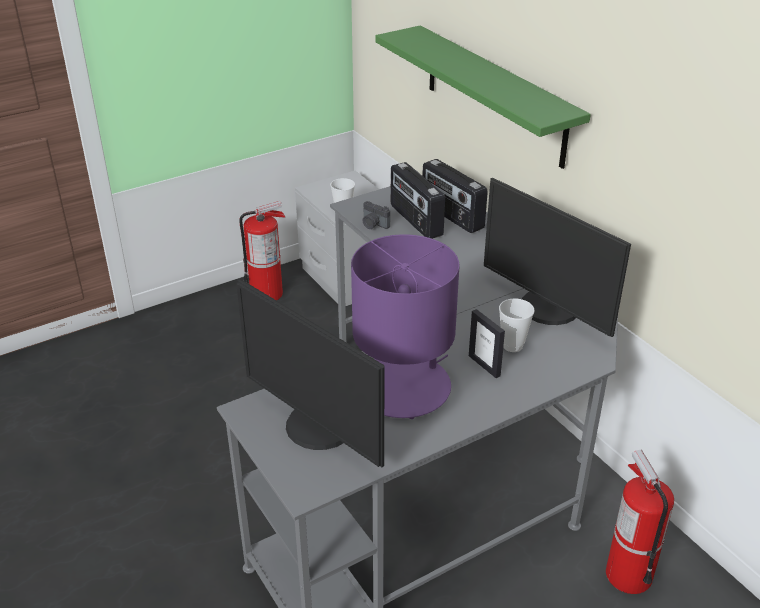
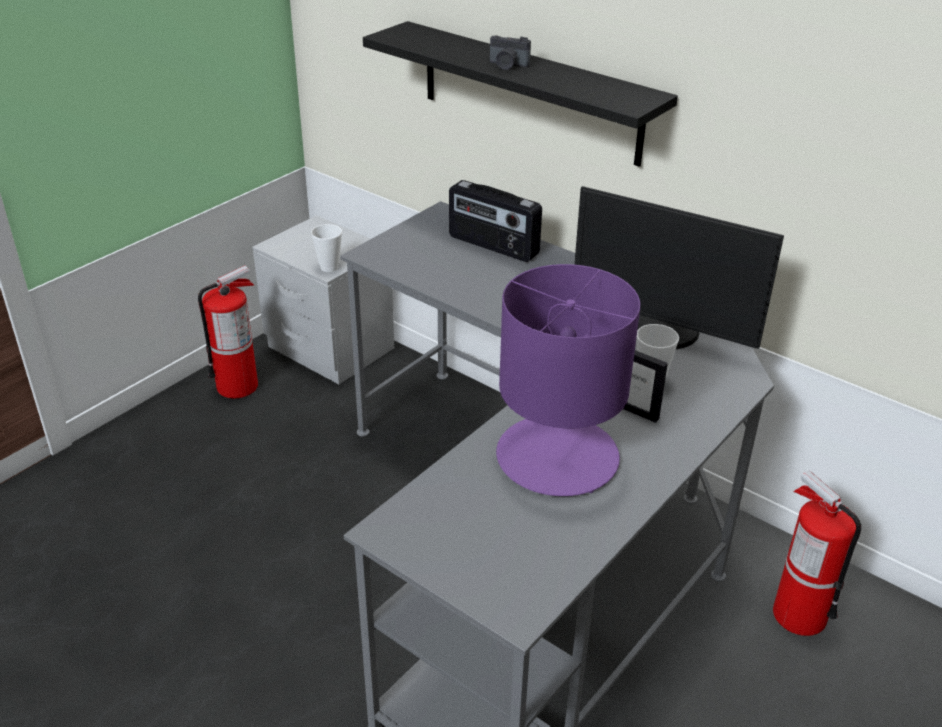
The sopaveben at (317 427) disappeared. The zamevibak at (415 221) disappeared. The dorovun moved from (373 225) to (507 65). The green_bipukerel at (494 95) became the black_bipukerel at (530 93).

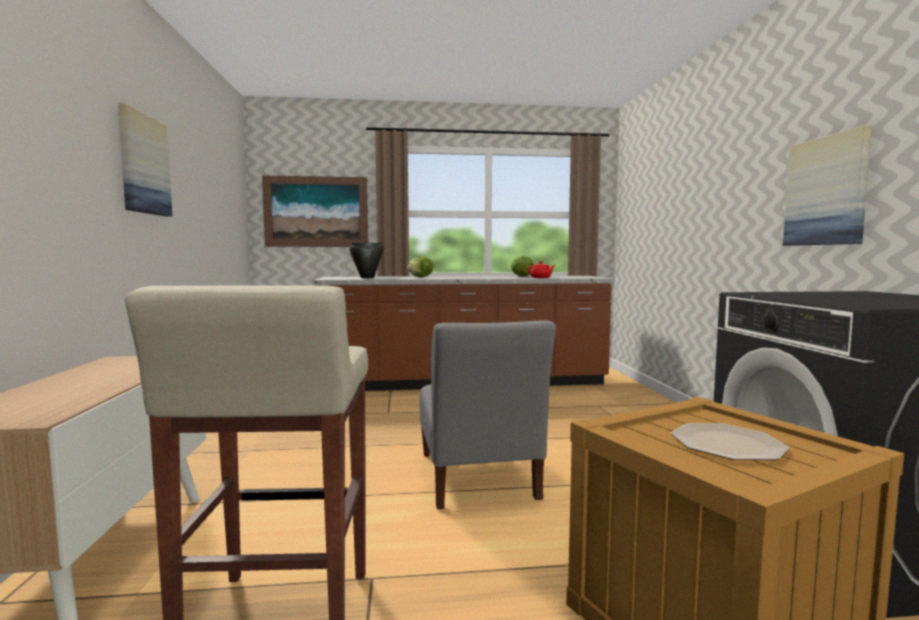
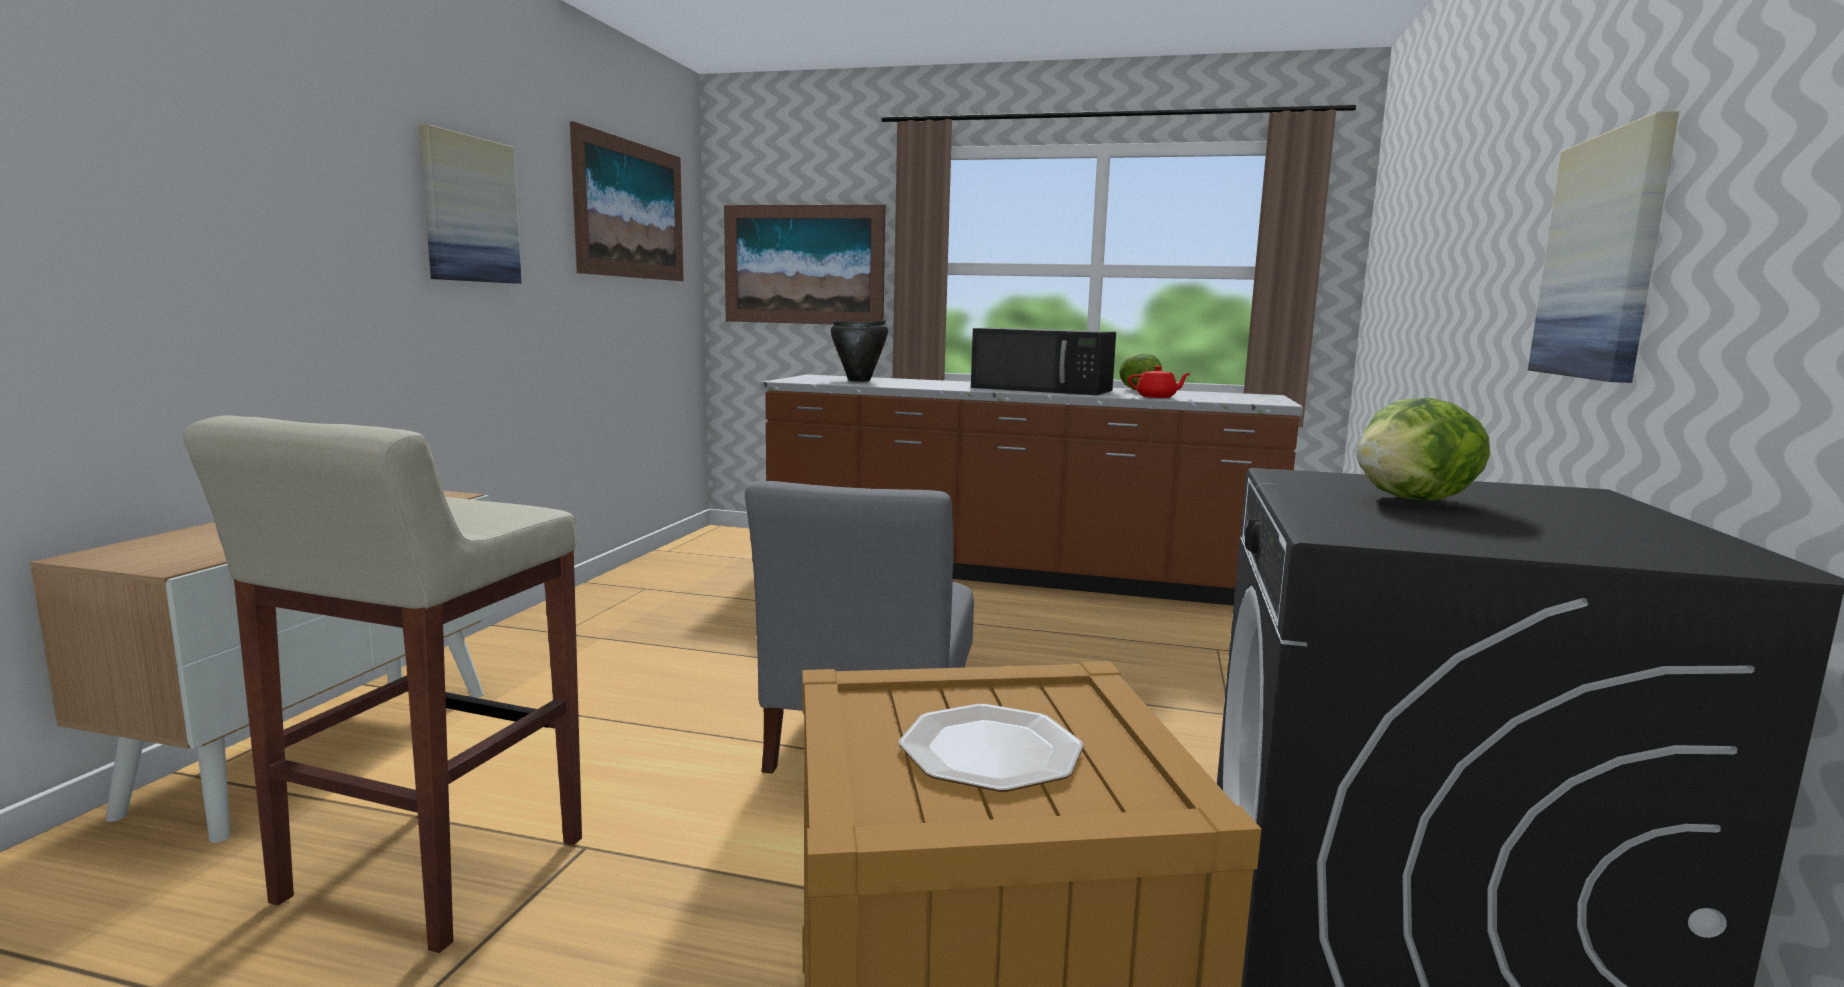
The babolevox at (631 210) appeared. The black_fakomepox at (1044 389) appeared. The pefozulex moved from (421 277) to (1415 500).

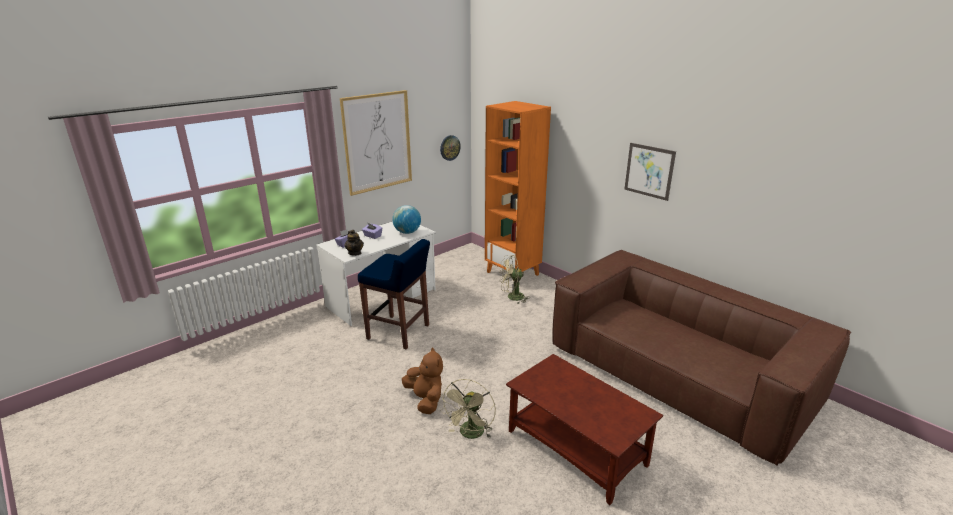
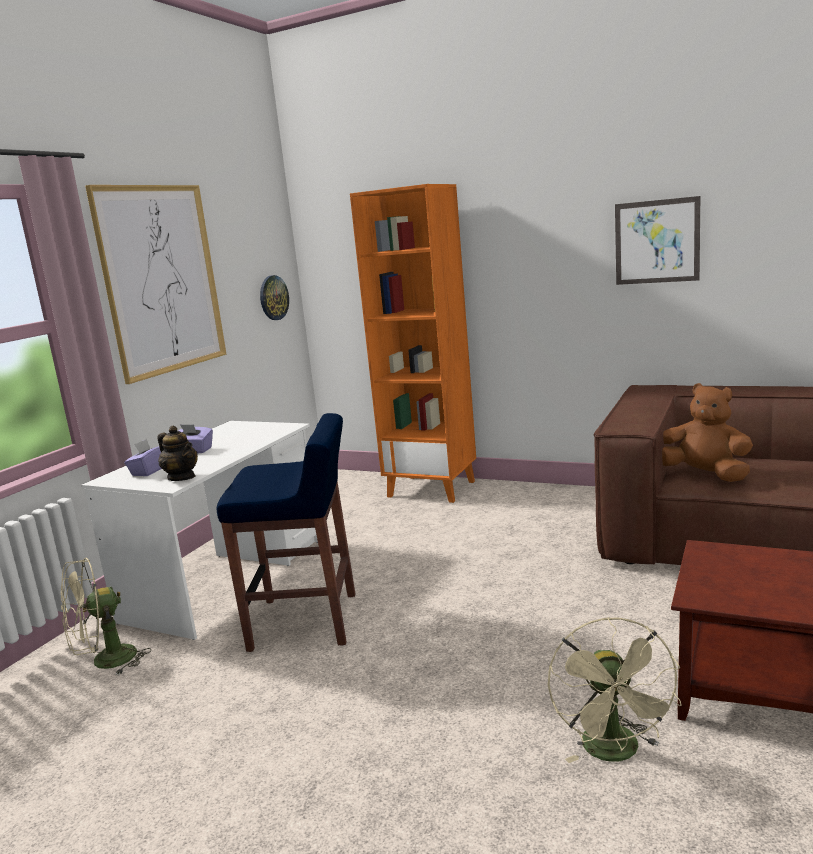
The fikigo at (407 232) disappeared. The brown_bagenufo moved from (425 400) to (704 475). The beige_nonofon moved from (512 297) to (105 662).

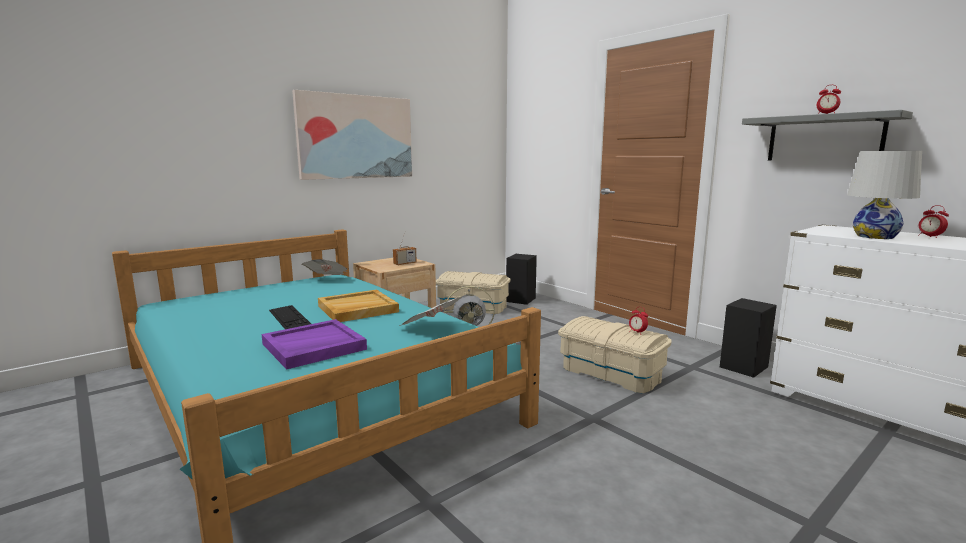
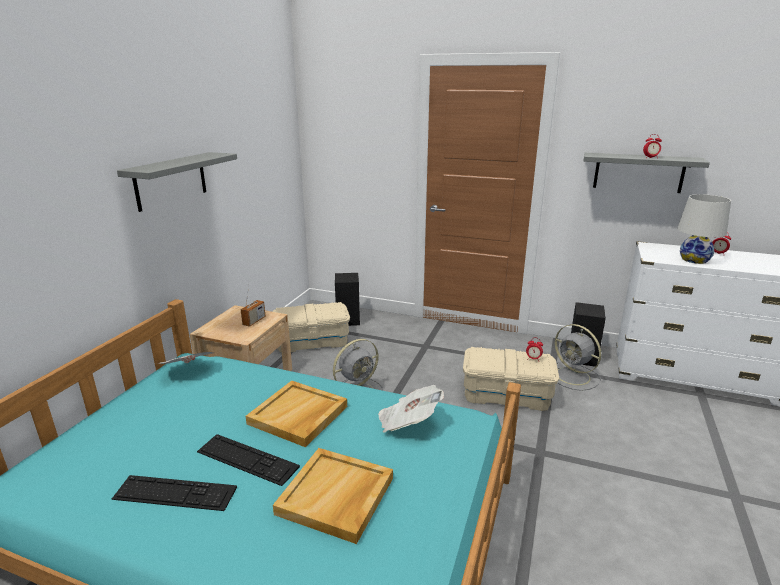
The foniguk at (175 493) appeared. The grey_nonofon at (574 377) appeared. The babolevox at (356 137) was replaced by the grey_bipukerel at (171 180). The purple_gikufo at (313 347) became the beige_gikufo at (336 496).

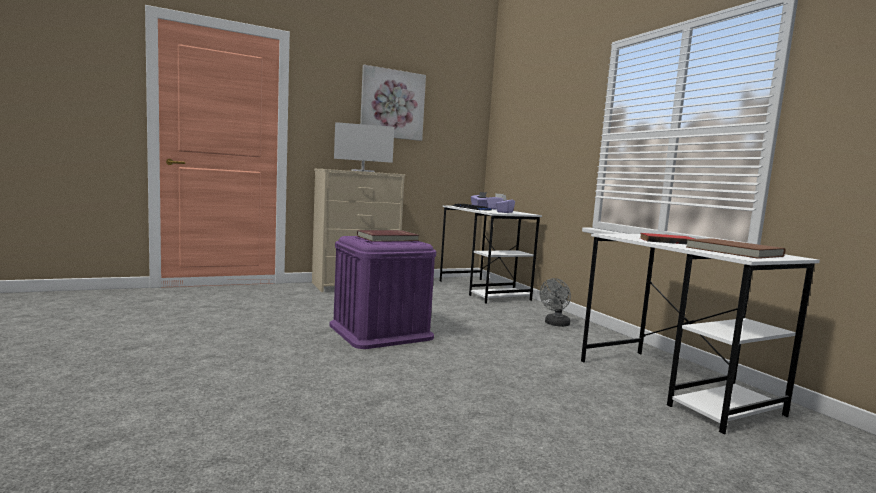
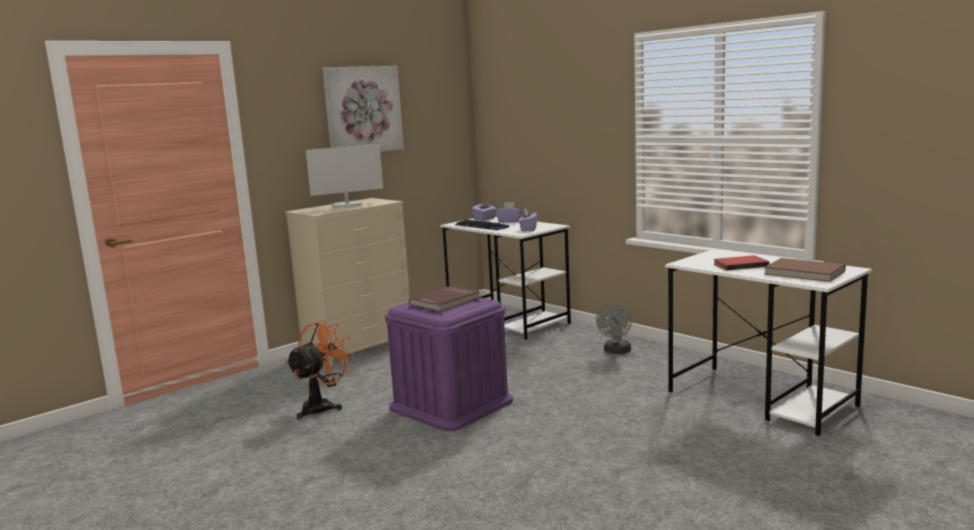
The orange_nonofon at (322 406) appeared.

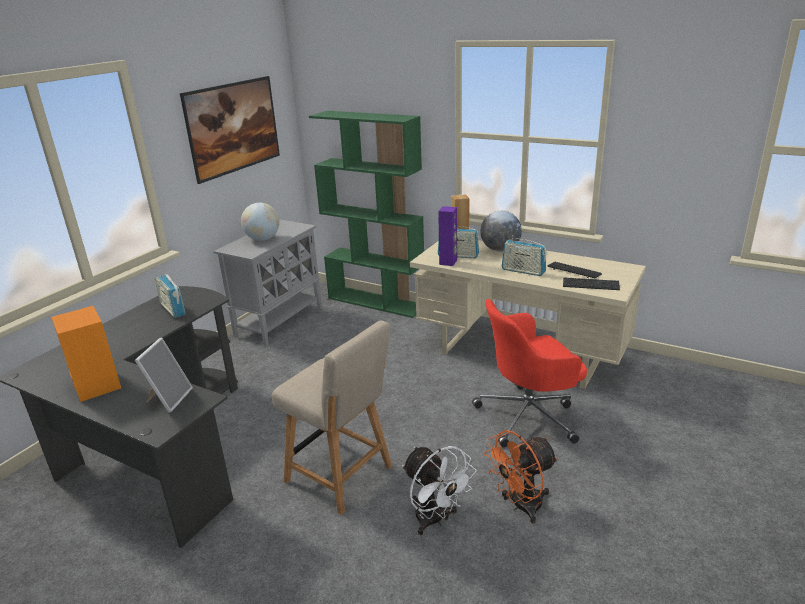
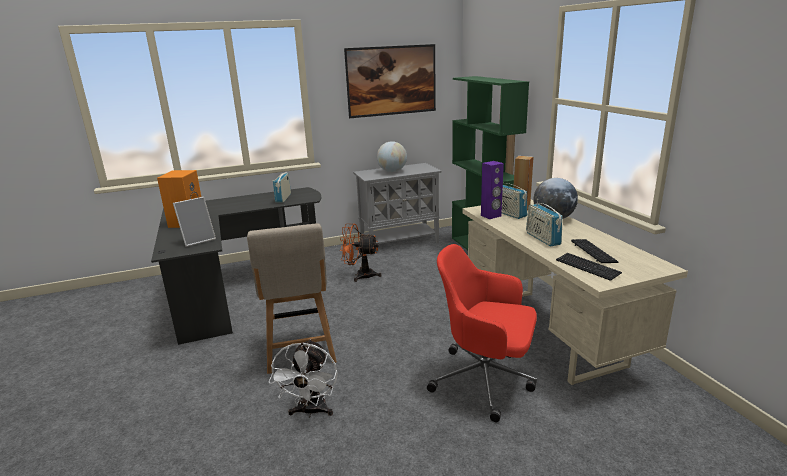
The orange_nonofon moved from (520 506) to (360 275).

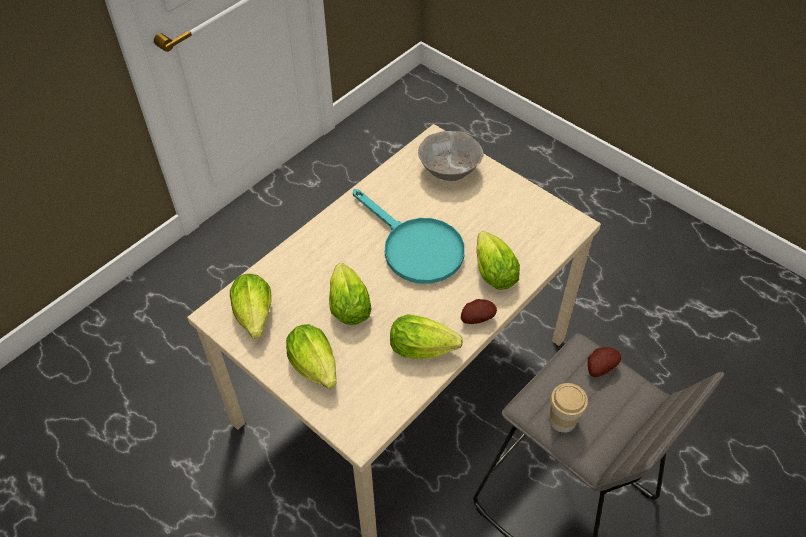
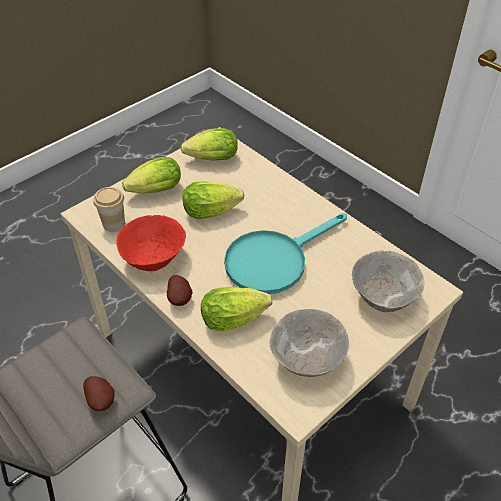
The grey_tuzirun at (306 359) appeared. The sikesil moved from (562 420) to (114 224). The pefozulex at (426 349) was replaced by the red_tuzirun at (154 258).

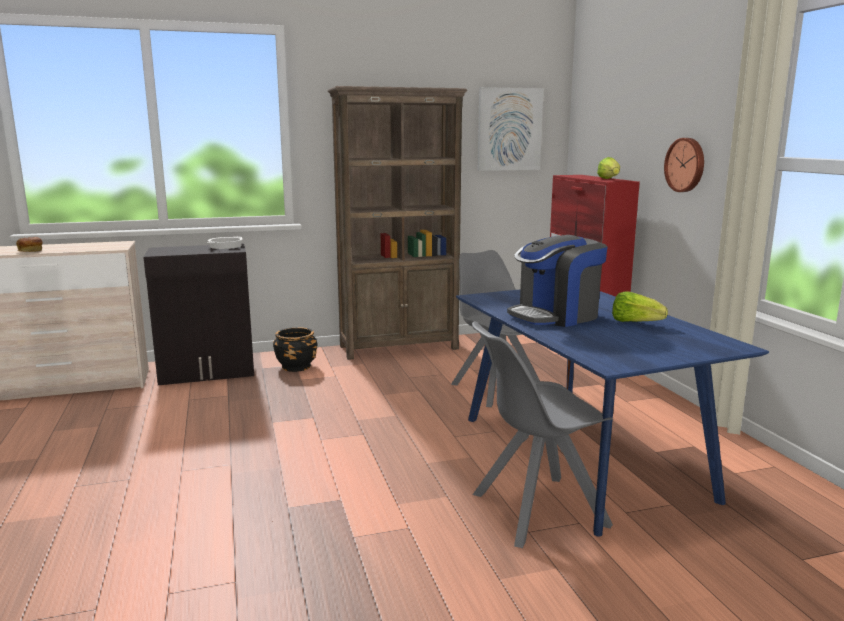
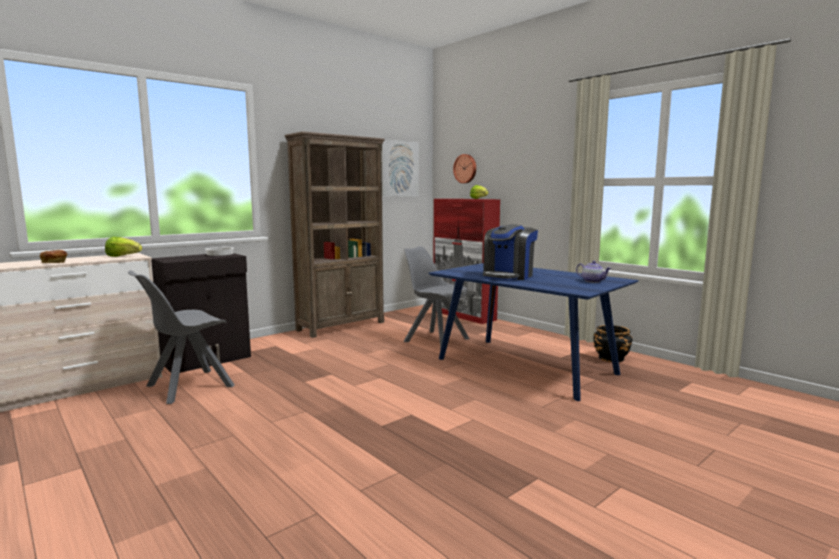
The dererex at (593 281) appeared. The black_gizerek moved from (296 366) to (611 358). The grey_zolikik moved from (535 510) to (187 387). The pefozulex moved from (635 322) to (123 256). The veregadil moved from (686 165) to (465 168).

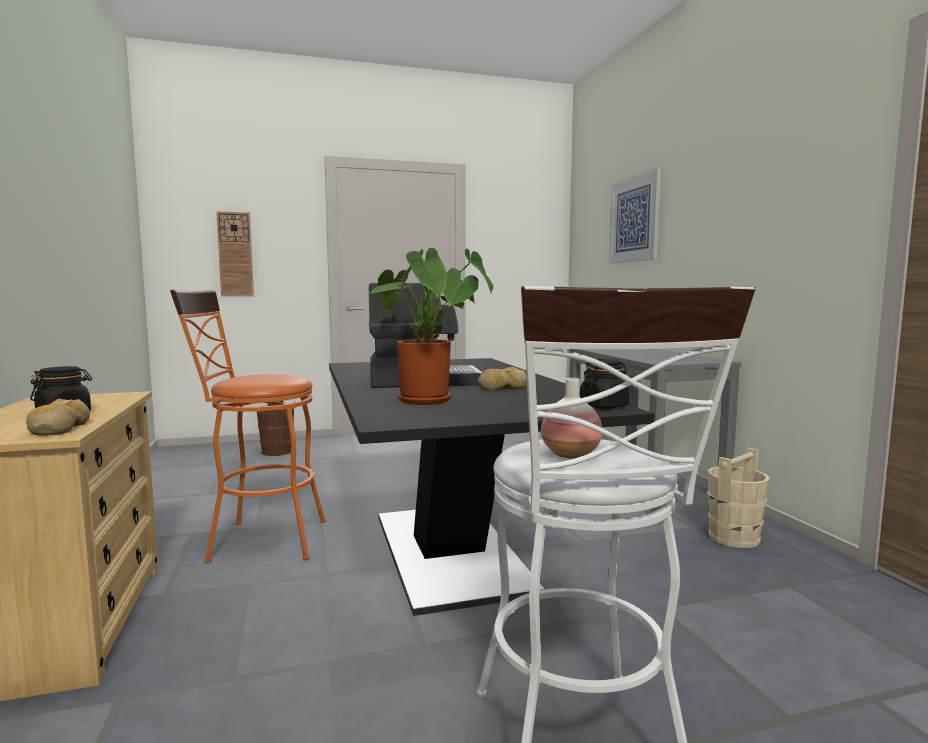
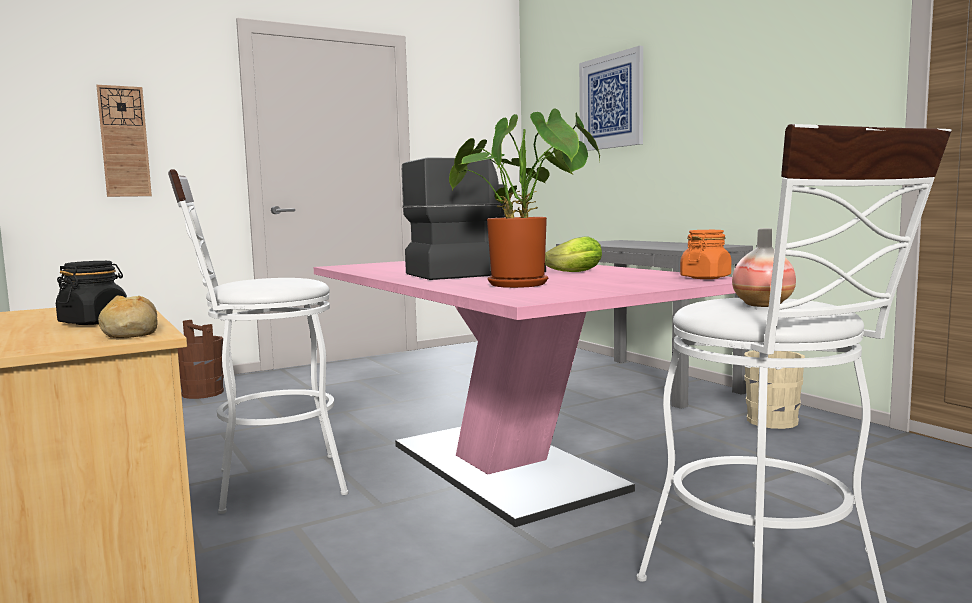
The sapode at (501 388) was replaced by the pefozulex at (570 273). The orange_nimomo at (258 540) became the white_nimomo at (267 484). The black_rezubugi at (449 551) became the pink_rezubugi at (503 466). The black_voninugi at (604 406) became the orange_voninugi at (705 277).

